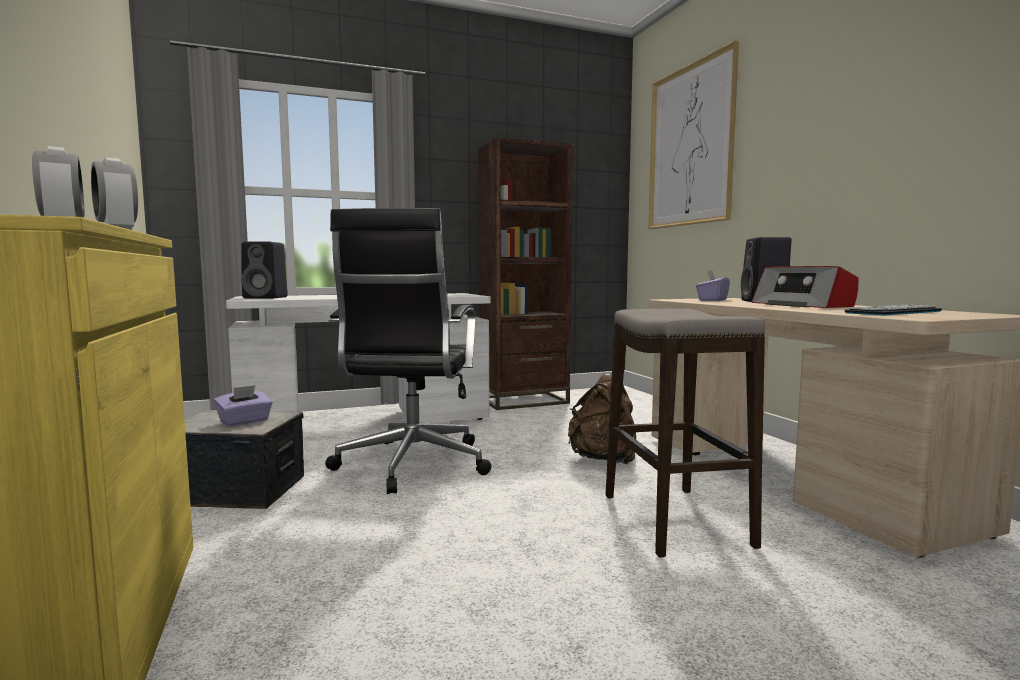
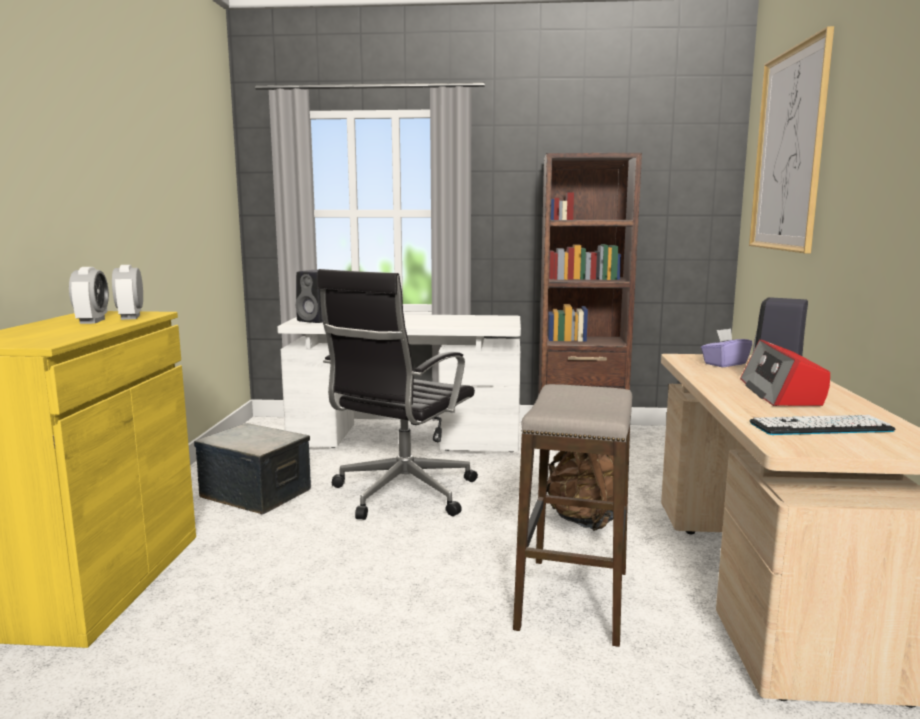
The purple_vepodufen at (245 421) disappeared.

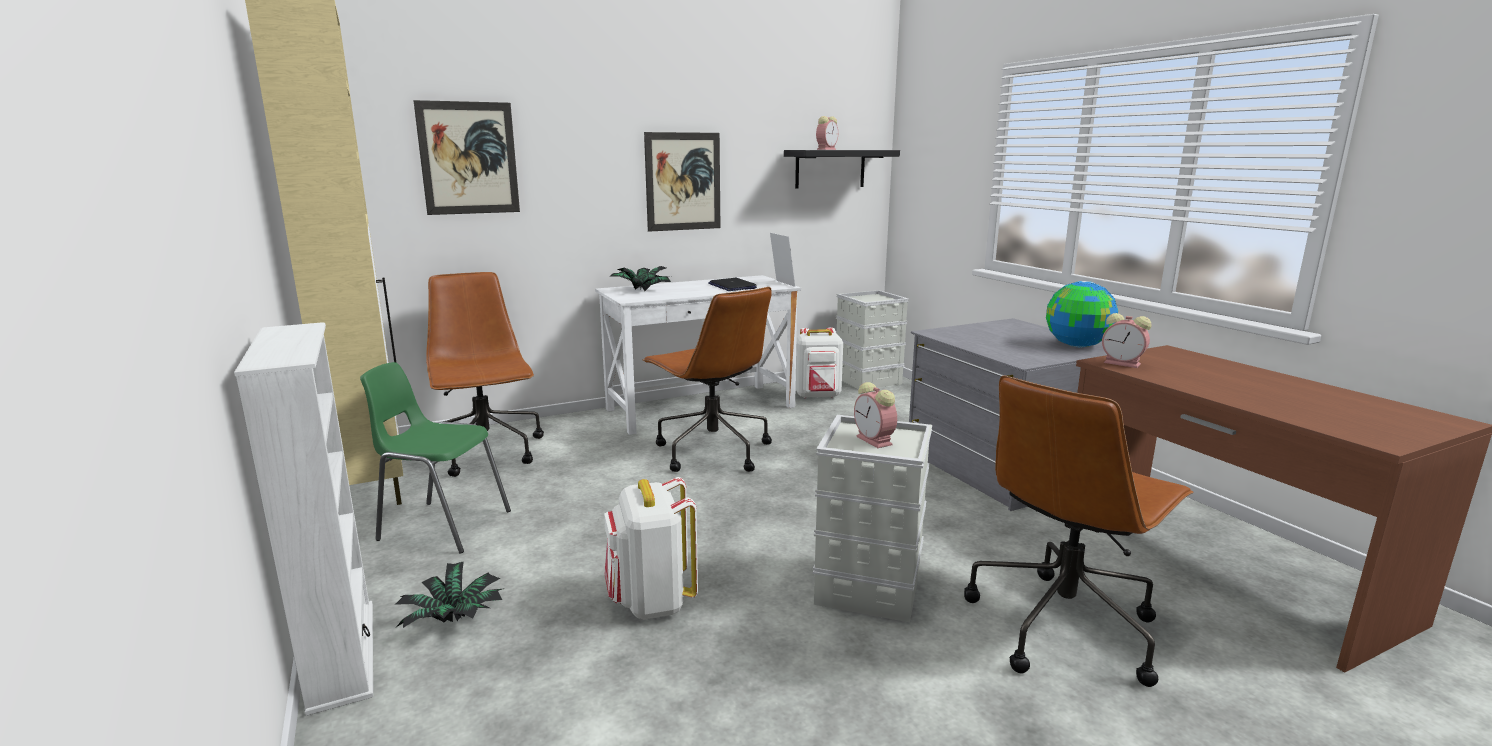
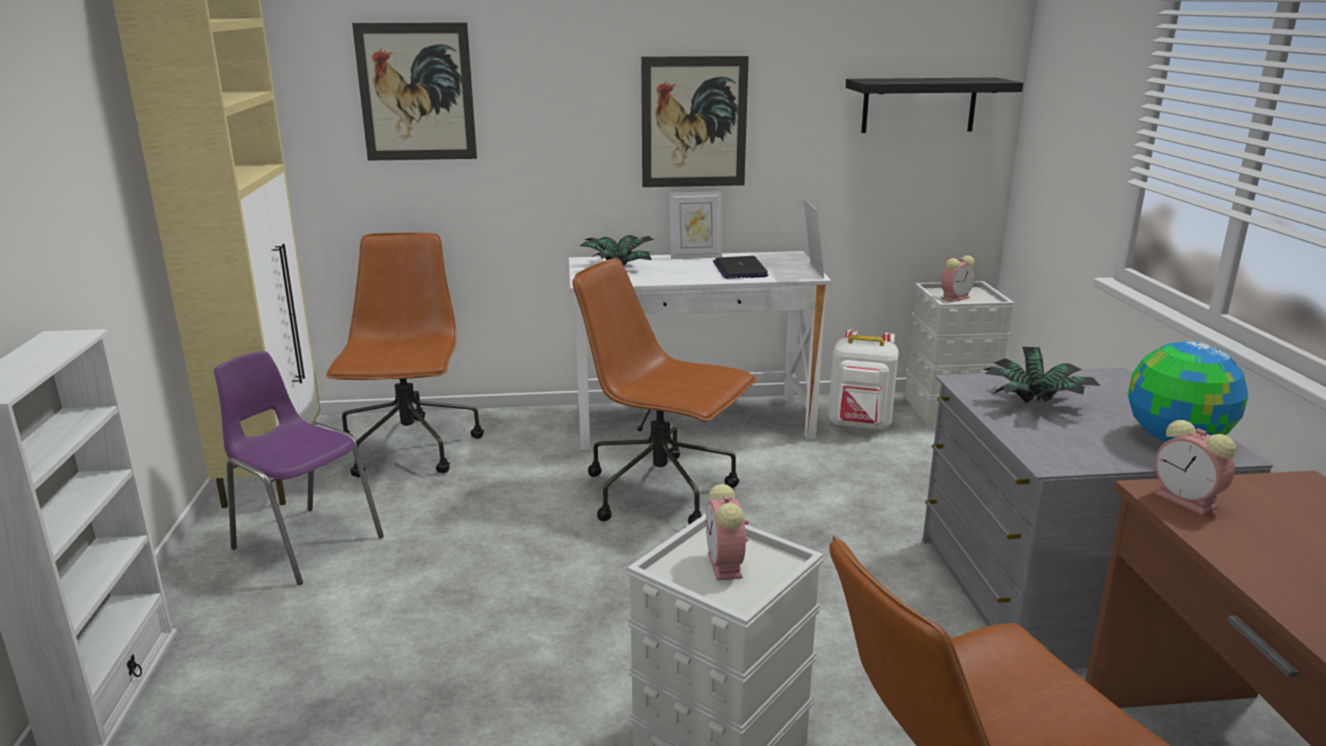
The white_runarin at (651 602) disappeared. The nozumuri at (695 257) appeared. The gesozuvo moved from (454 621) to (1036 403). The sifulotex moved from (826 149) to (956 298). The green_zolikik at (442 525) became the purple_zolikik at (305 542). The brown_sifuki at (711 451) turned 135 degrees clockwise.

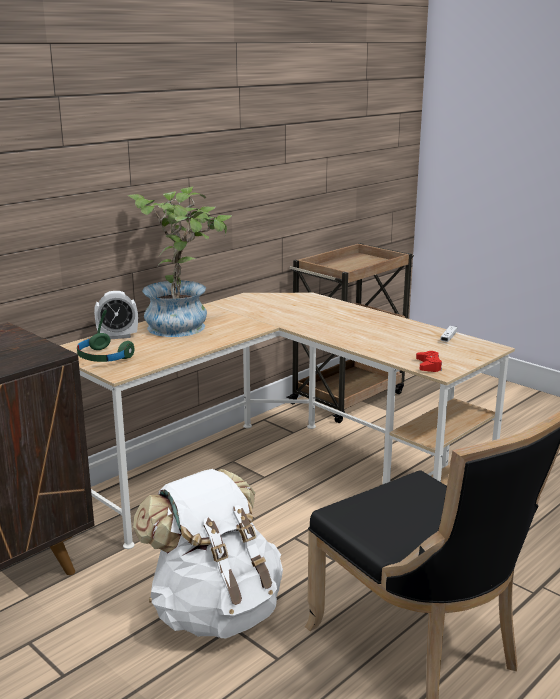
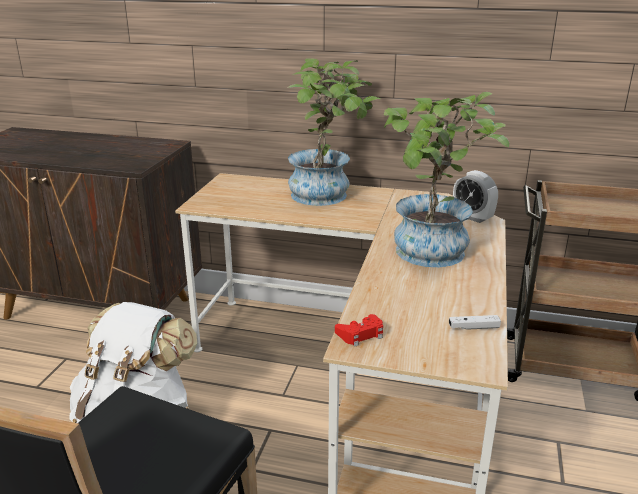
The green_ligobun at (104 357) disappeared. The gesozuvo at (430 256) appeared. The sifulotex moved from (117 336) to (472 217).

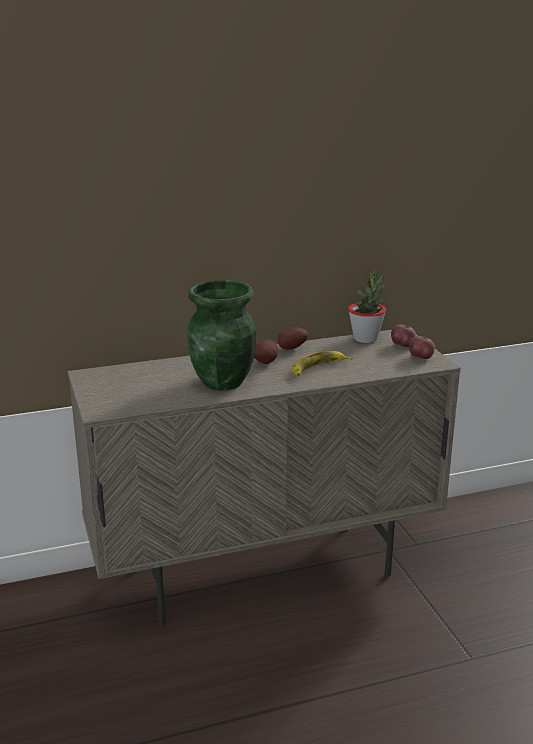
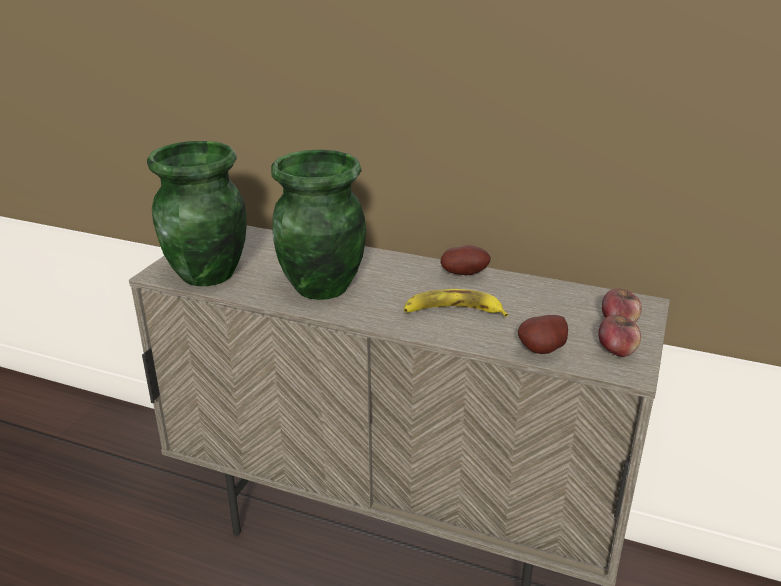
The gesozuvo at (365 339) disappeared. The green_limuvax at (208 275) appeared. The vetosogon moved from (266 362) to (544 351).

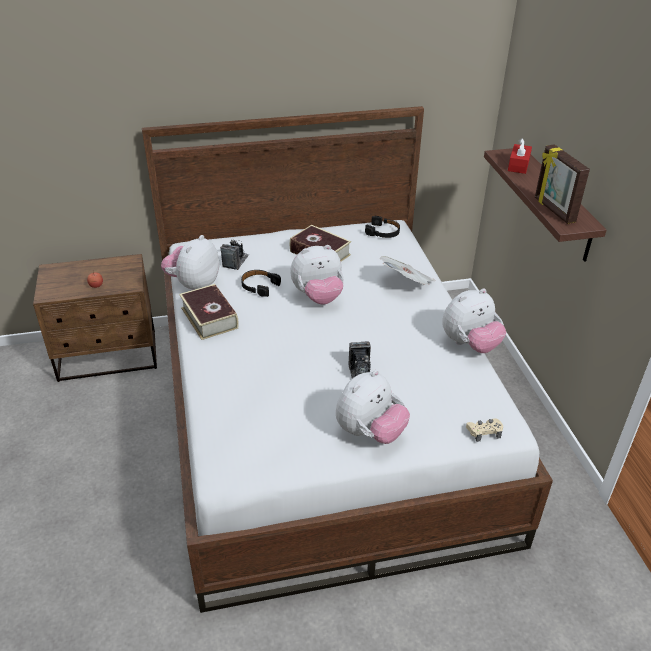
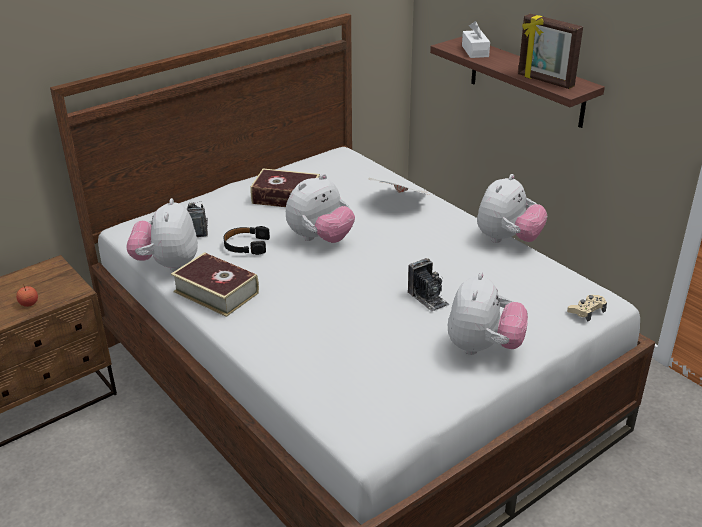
The black_ligobun at (383 232) disappeared. The red_vepodufen at (518 165) became the white_vepodufen at (475 51).

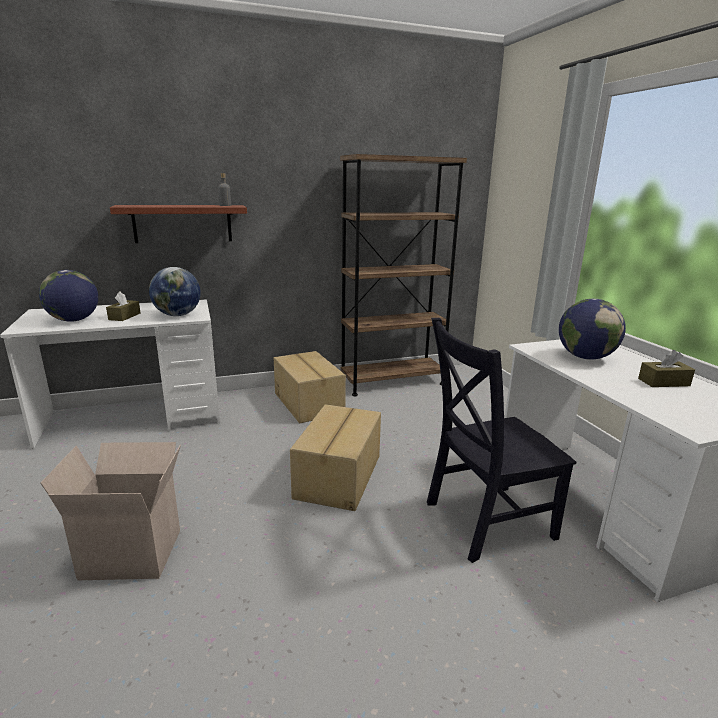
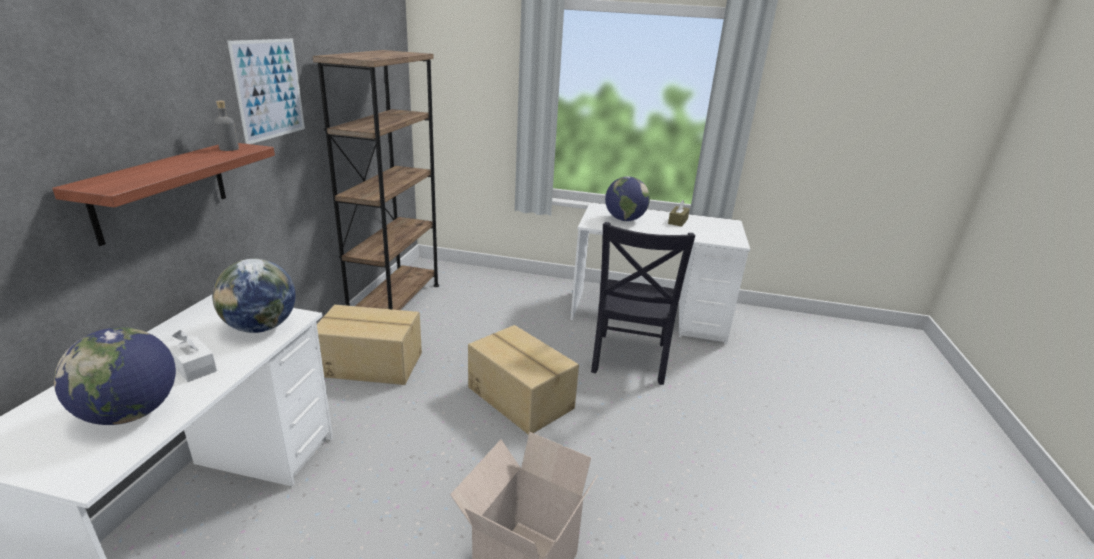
The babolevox at (269 89) appeared. The brown_vepodufen at (124 316) became the white_vepodufen at (193 366).

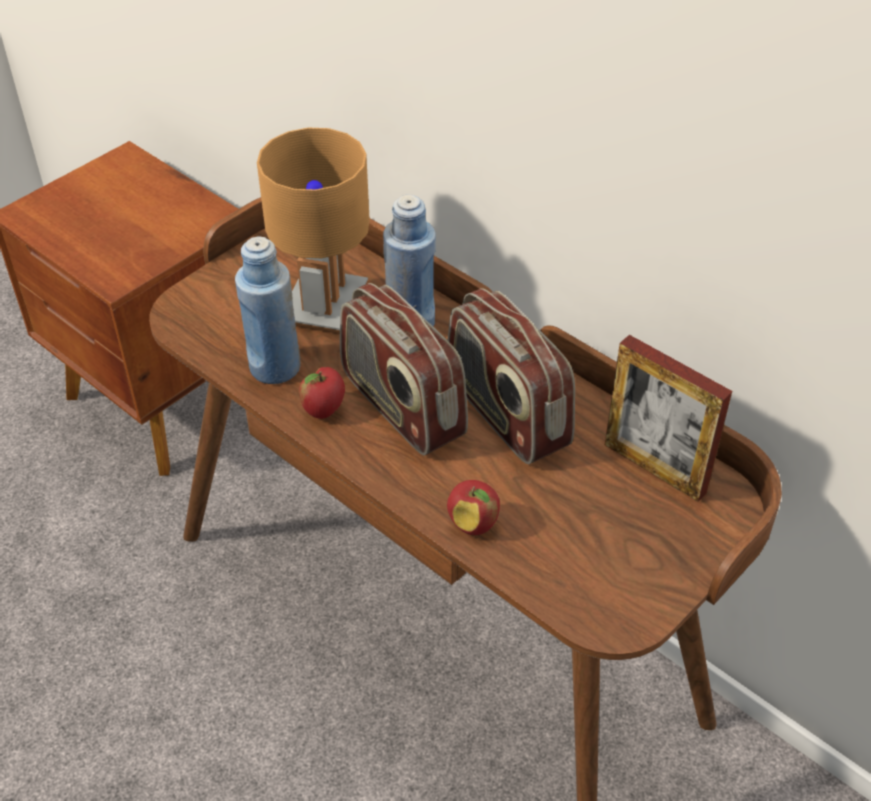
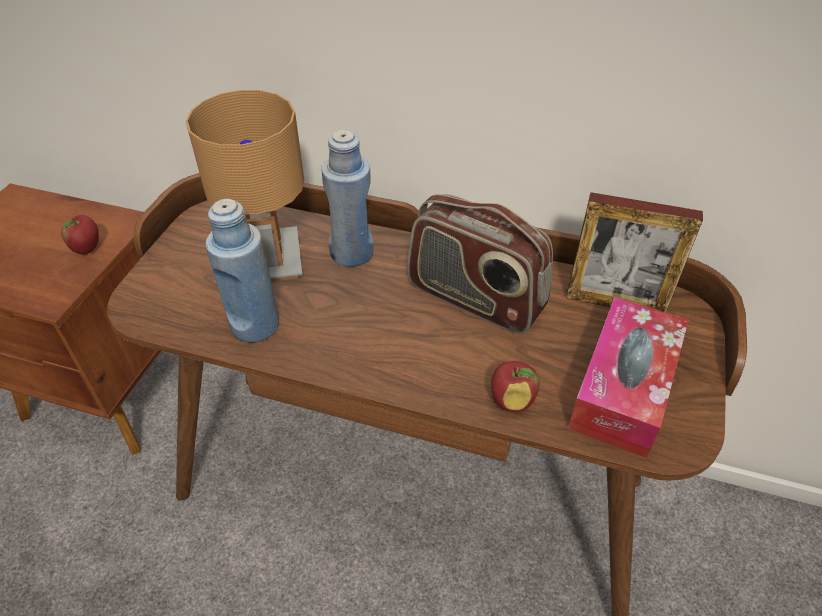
The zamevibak at (401 406) disappeared. The vepodufen at (623 388) appeared. The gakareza moved from (324 411) to (88 249).

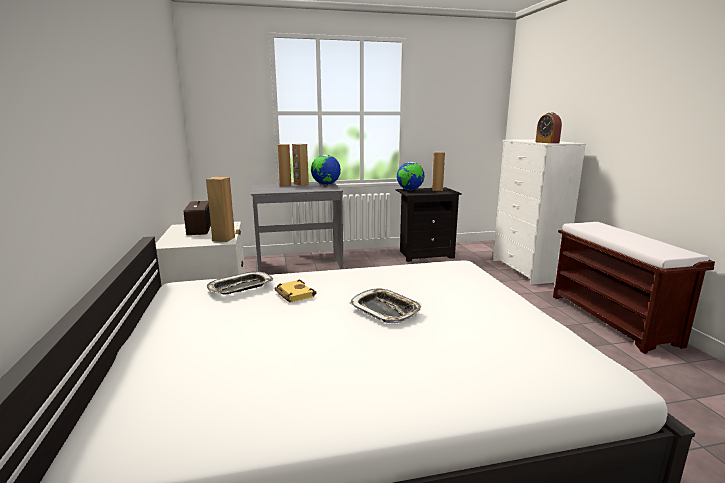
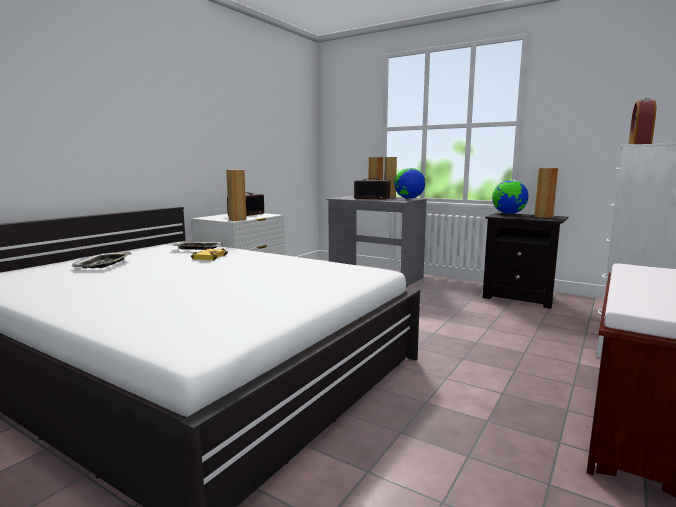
The zamevibak at (372 198) appeared. The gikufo moved from (385 310) to (104 264).

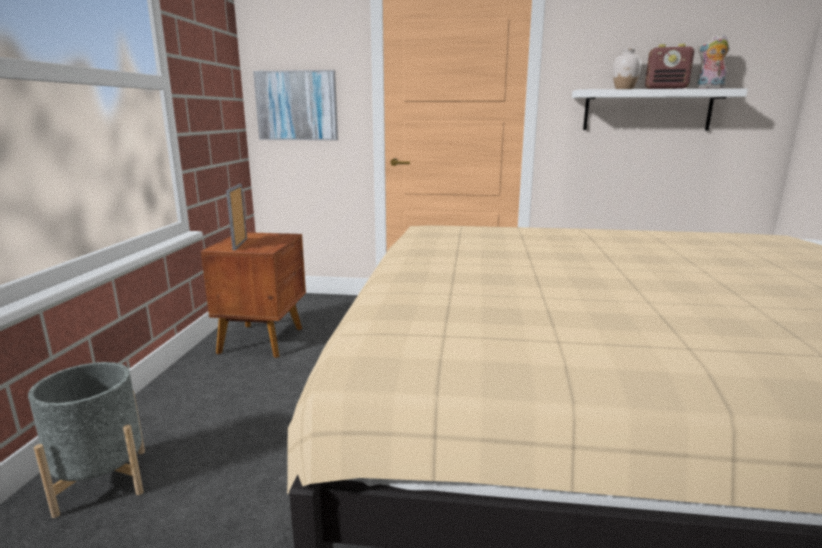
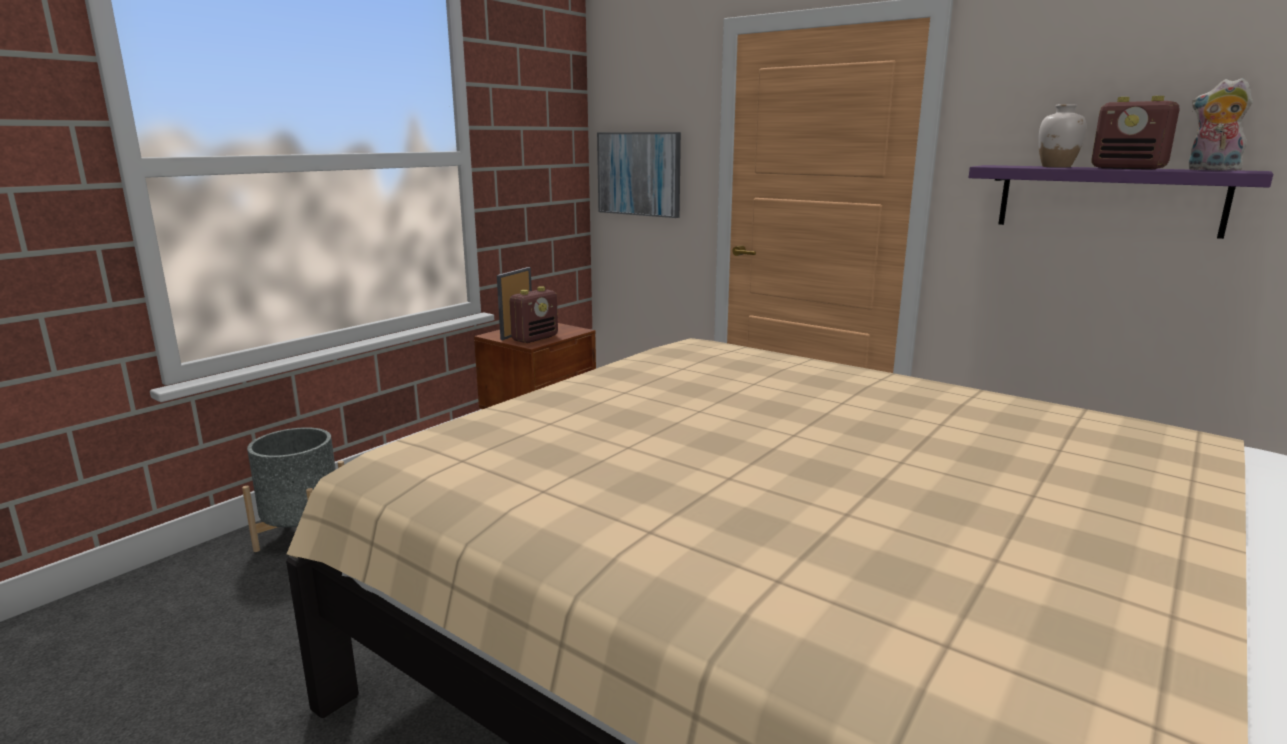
The zamevibak at (535 338) appeared. The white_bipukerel at (647 110) became the purple_bipukerel at (1108 199).

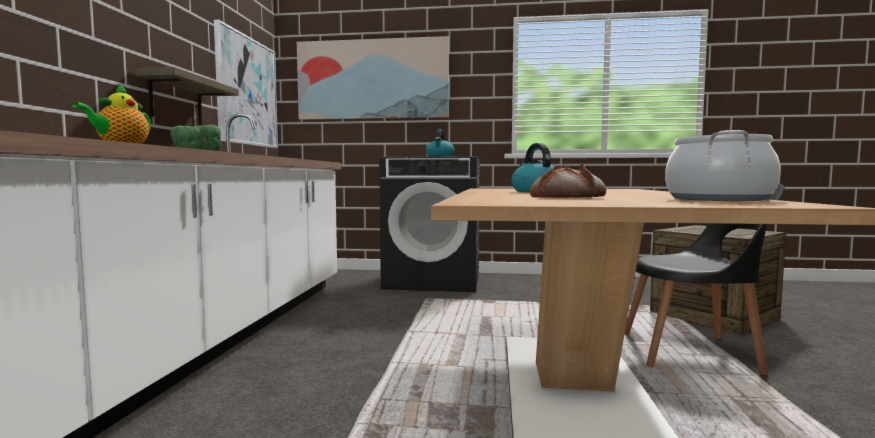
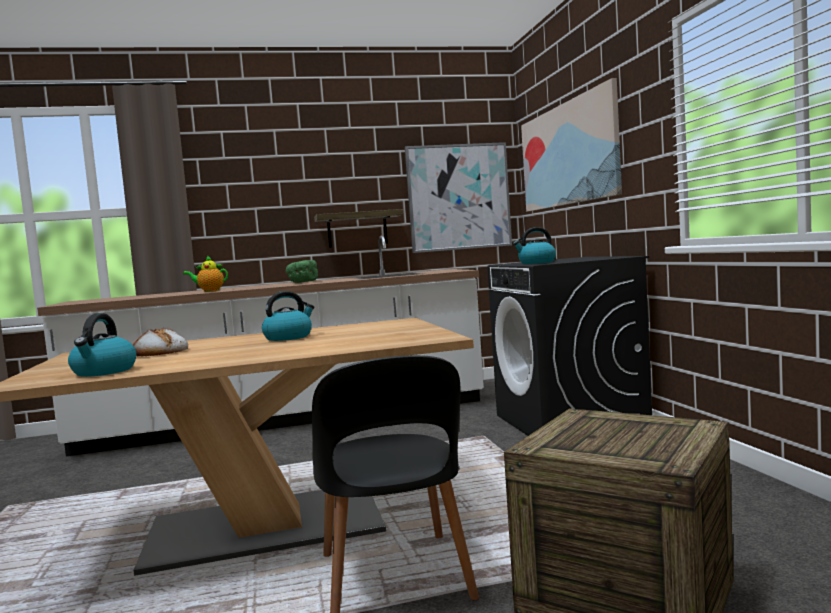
The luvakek at (717 199) was replaced by the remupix at (104 372).

